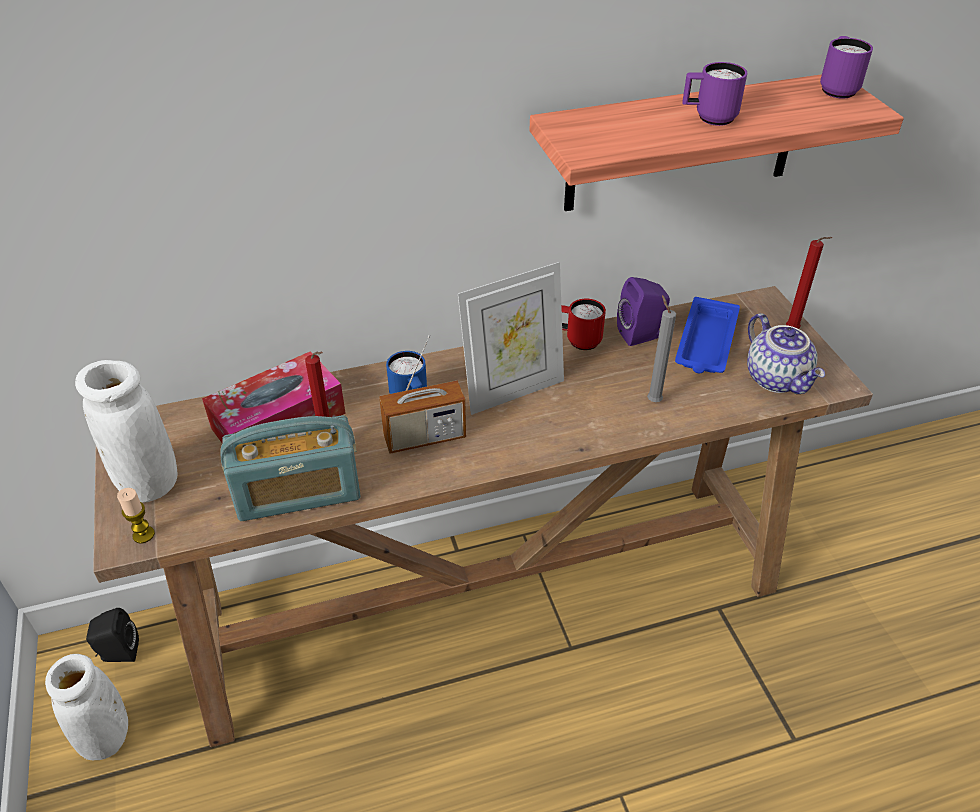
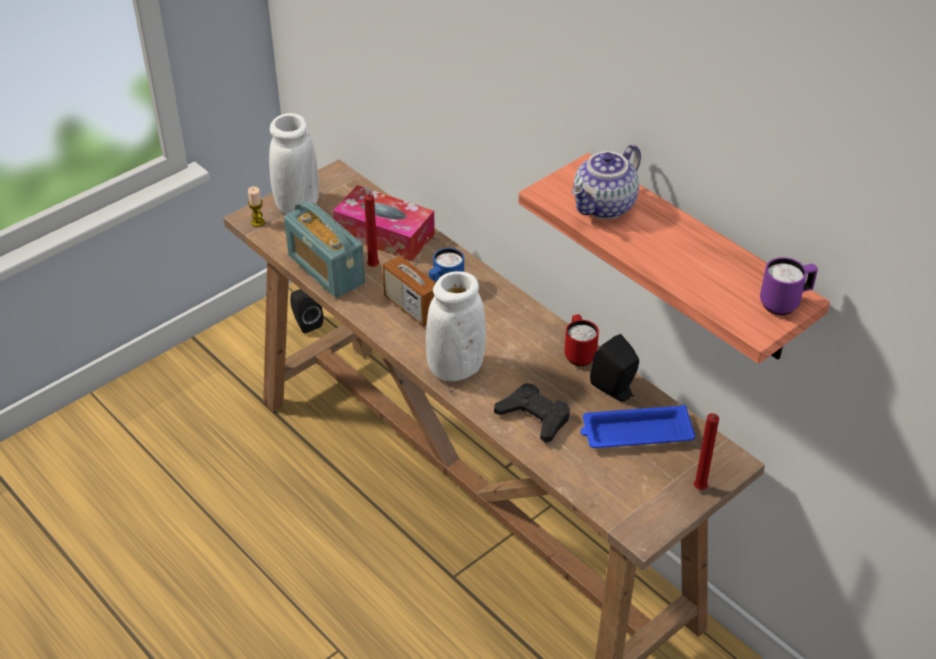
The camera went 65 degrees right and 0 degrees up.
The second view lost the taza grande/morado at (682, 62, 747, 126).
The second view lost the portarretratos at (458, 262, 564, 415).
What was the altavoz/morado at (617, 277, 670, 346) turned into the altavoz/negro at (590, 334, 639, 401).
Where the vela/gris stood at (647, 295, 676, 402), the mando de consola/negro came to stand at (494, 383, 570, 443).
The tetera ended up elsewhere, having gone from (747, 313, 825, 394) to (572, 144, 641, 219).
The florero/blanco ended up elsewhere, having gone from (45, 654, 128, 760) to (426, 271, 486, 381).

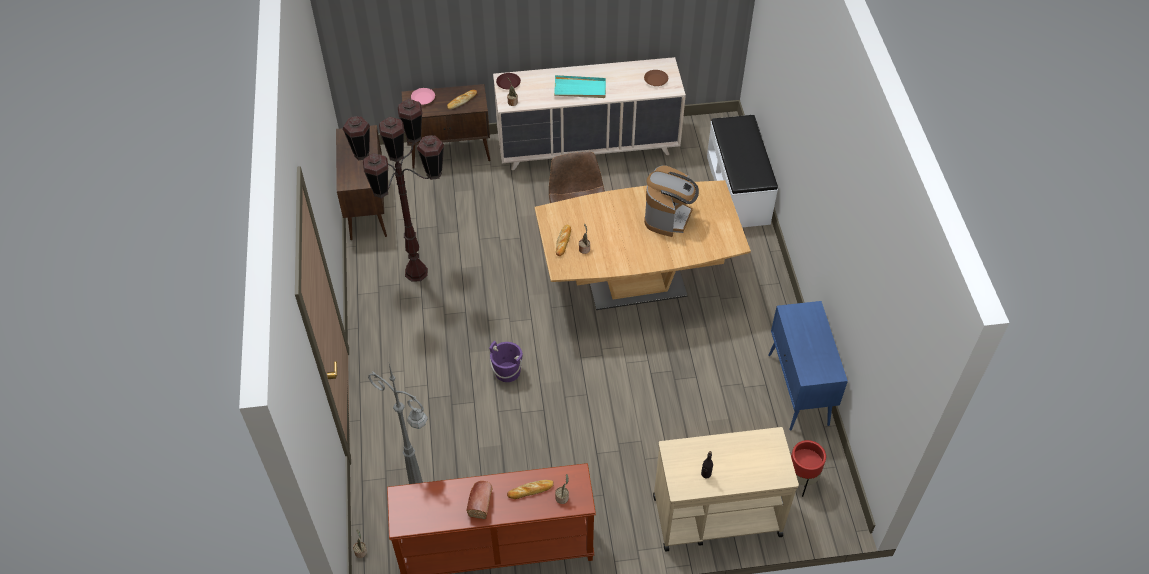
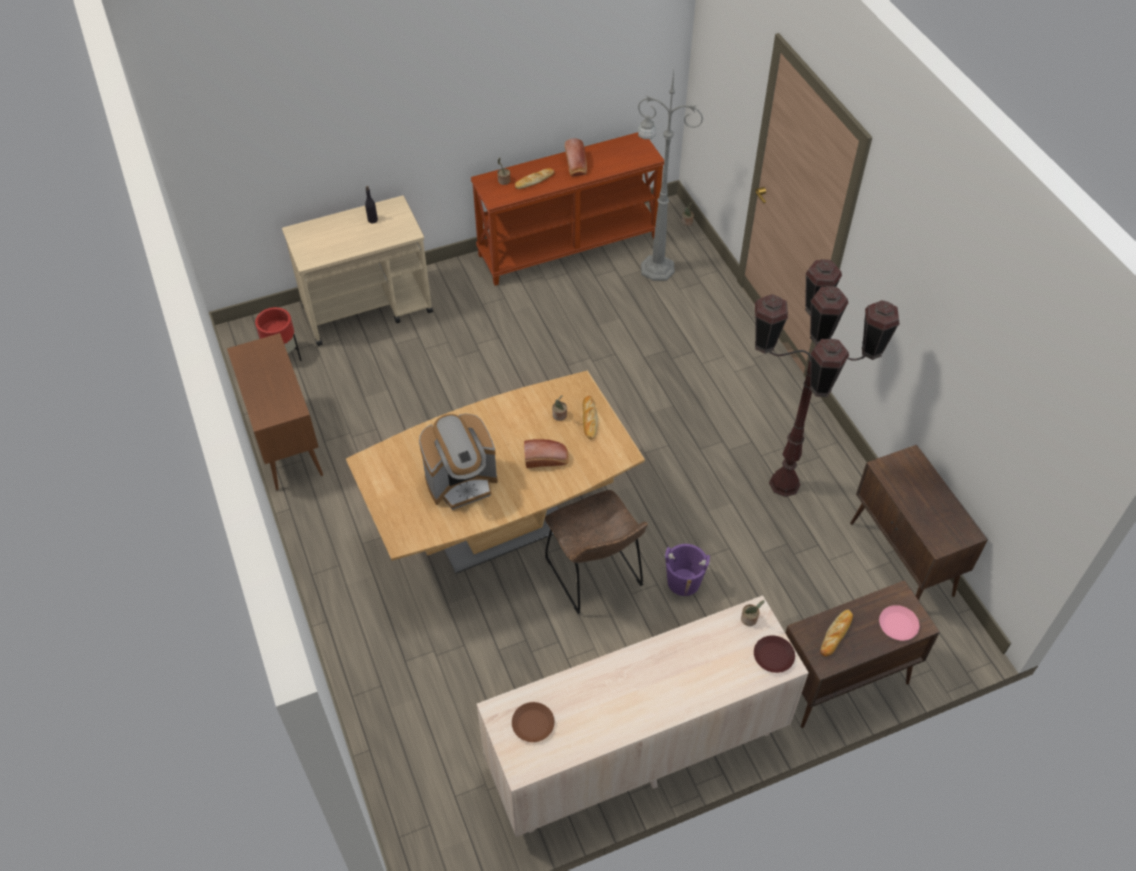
The camera went 165 degrees right and 0 degrees up.
The second view lost the bandeja/turquesa at (554, 75, 606, 98).
The second view lost the banco/blanco at (707, 115, 778, 227).
The cafetera at (644, 165, 699, 237) ended up facing another way, 120 degrees counterclockwise from before.
What was the armario/azul at (768, 301, 848, 430) turned into the armario/marrón at (227, 333, 323, 490).
The cubo/morado ended up elsewhere, having gone from (489, 341, 523, 382) to (664, 544, 711, 596).
The second view gained the pan at (524, 439, 569, 468).

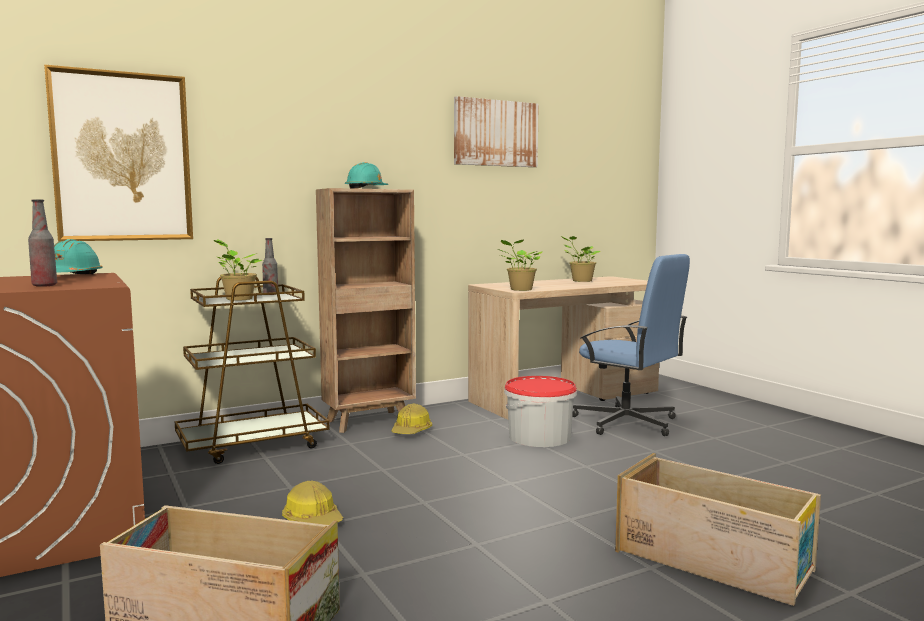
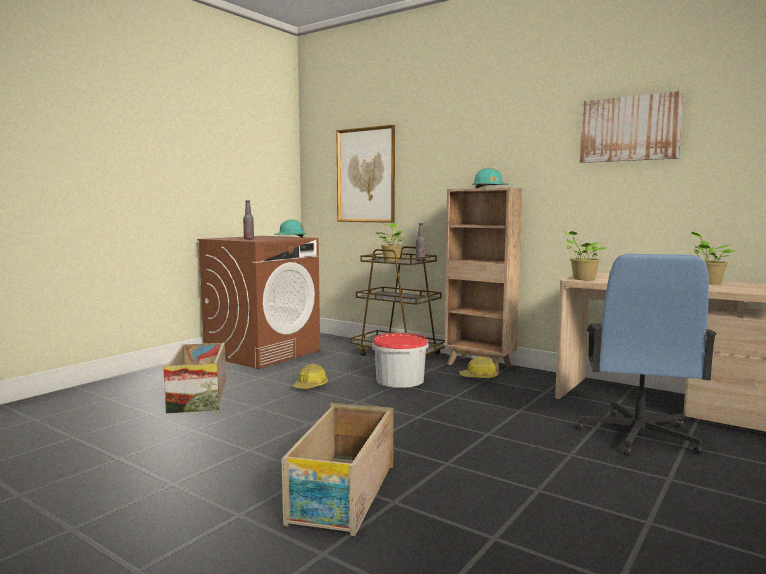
The camera went 65 degrees right and 0 degrees up.
The cubo ended up elsewhere, having gone from (504, 376, 577, 447) to (372, 333, 429, 388).

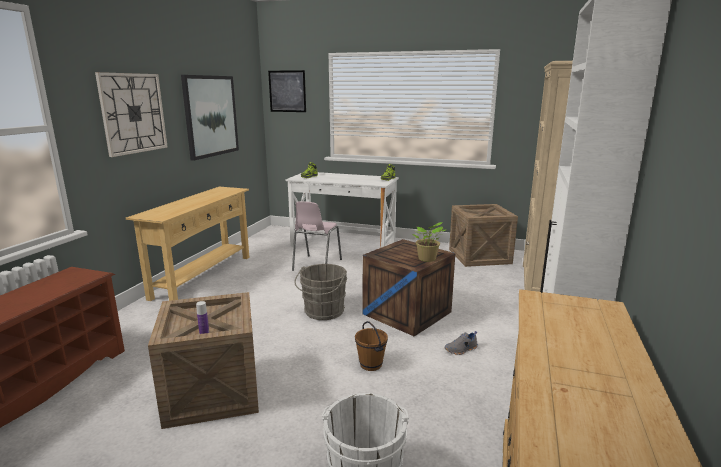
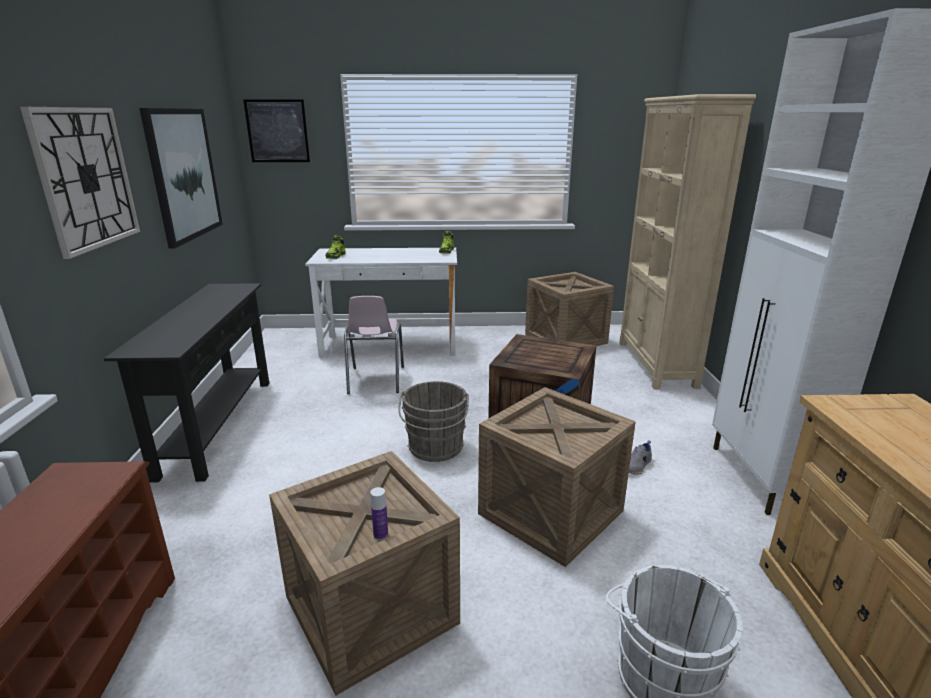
The camera went 20 degrees left and 5 degrees up.
What was the mesa consola/beis at (126, 187, 249, 301) turned into the mesa consola/negro at (104, 283, 269, 483).
The second view lost the planta en maceta at (412, 222, 446, 262).
Where the cubo/marrón stood at (355, 321, 388, 371), the caja de embalaje came to stand at (478, 387, 636, 567).

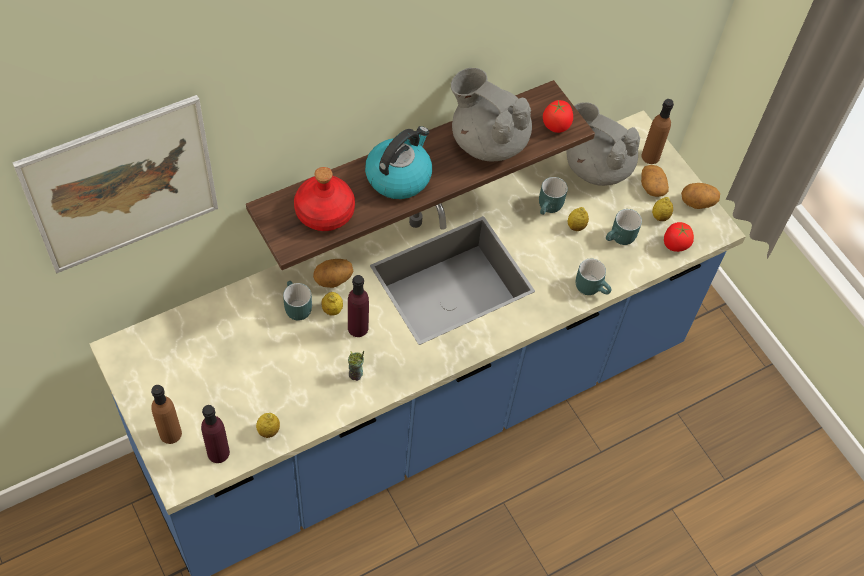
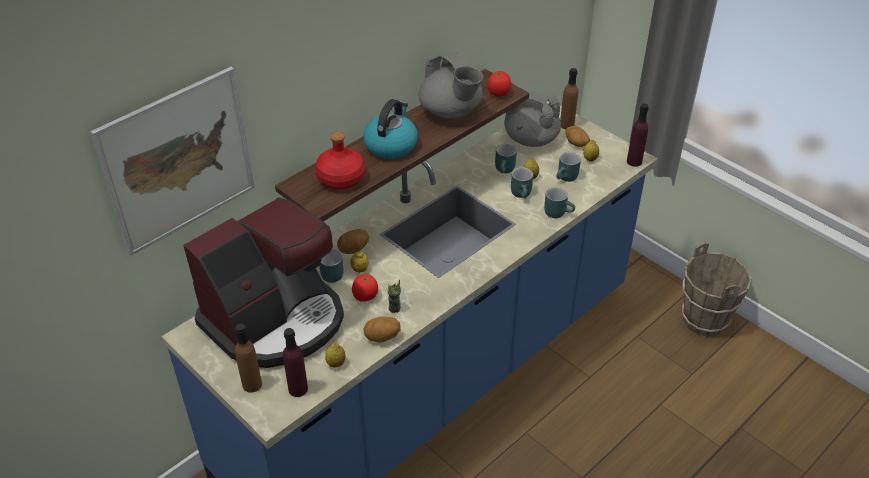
The camera went 10 degrees left and 15 degrees down.
The tetera/gris at (451, 68, 532, 162) ended up facing another way, 150 degrees counterclockwise from before.
The patata ended up elsewhere, having gone from (681, 183, 720, 209) to (363, 317, 401, 343).
The tomate ended up elsewhere, having gone from (664, 222, 694, 252) to (352, 274, 378, 302).
The botella/morado ended up elsewhere, having gone from (348, 275, 369, 337) to (627, 104, 649, 167).
The second view gained the taza grande/turquesa at (511, 167, 533, 198).
The second view gained the cafetera at (183, 197, 344, 368).
The second view gained the cubo/marrón at (682, 242, 752, 337).

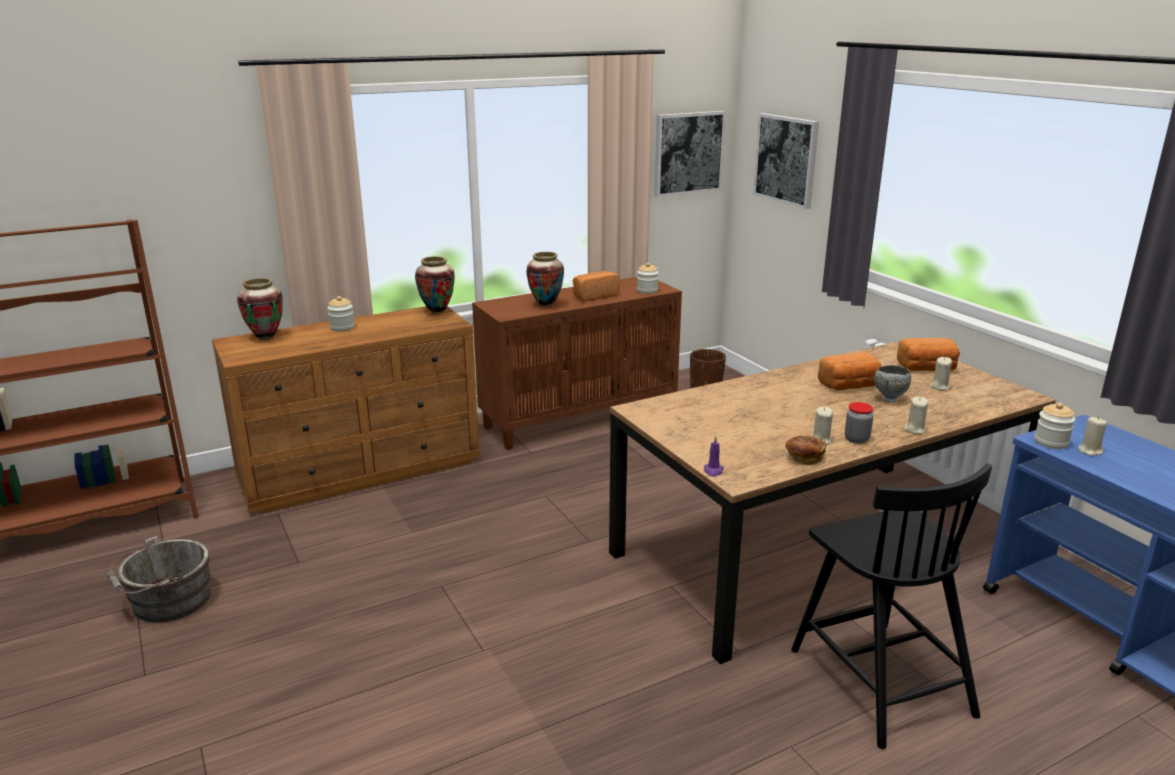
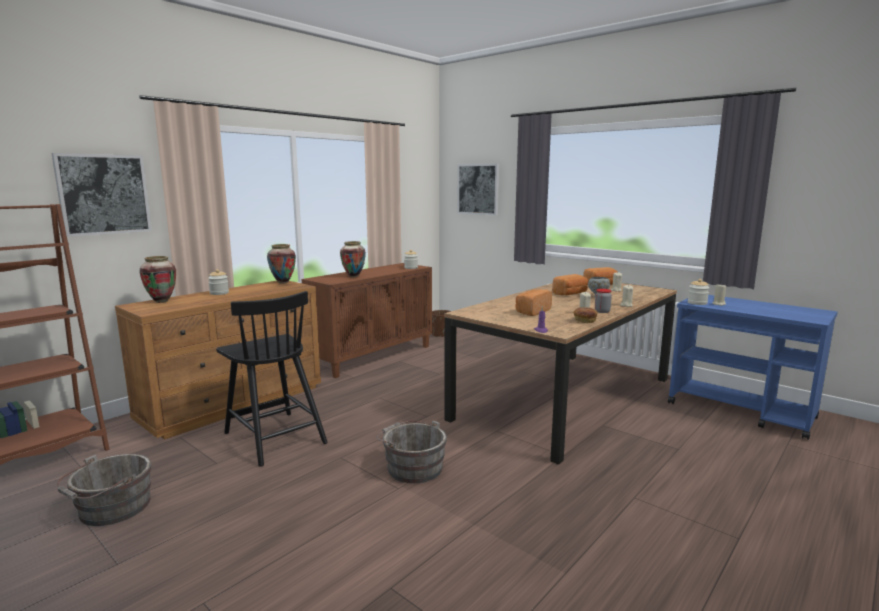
The camera went 20 degrees left and 10 degrees down.
The cuadro ended up elsewhere, having gone from (654, 111, 726, 197) to (51, 153, 152, 237).
The pan ended up elsewhere, having gone from (573, 271, 620, 301) to (515, 289, 552, 316).
The silla/negro ended up elsewhere, having gone from (791, 463, 992, 749) to (216, 291, 328, 467).
The second view gained the cubo/gris at (376, 420, 447, 483).

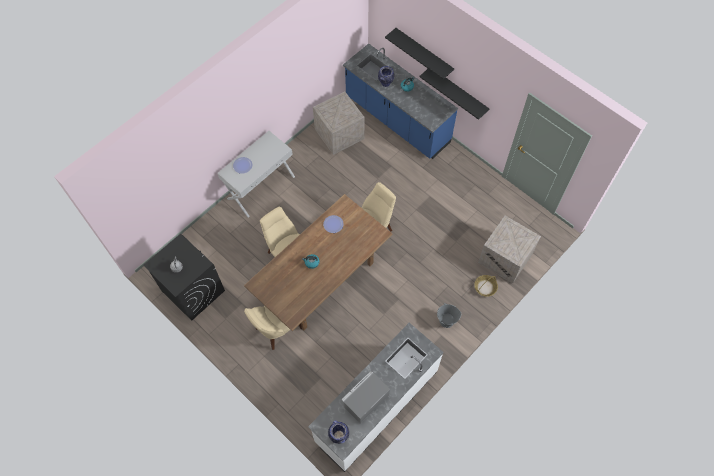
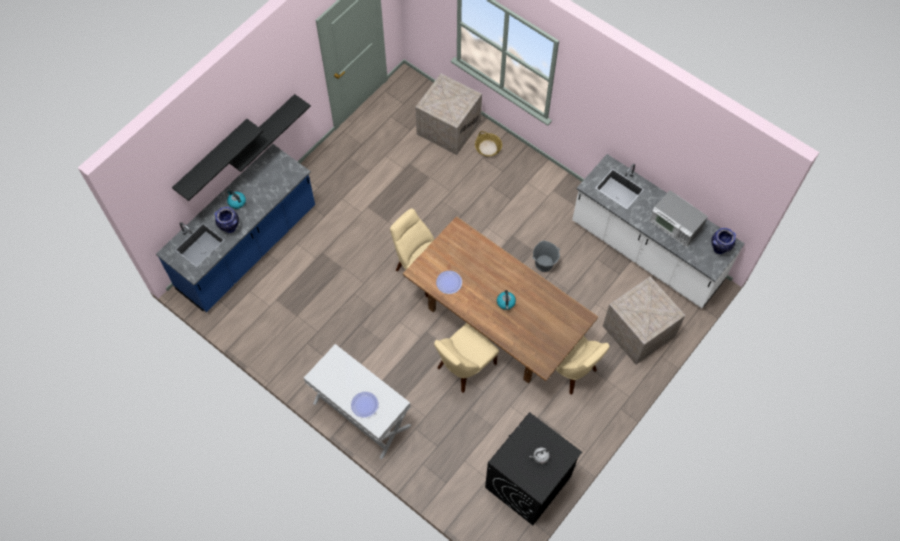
The camera went 95 degrees left and 0 degrees up.
The caja de embalaje ended up elsewhere, having gone from (313, 91, 365, 155) to (603, 276, 686, 365).
The cubo/gris ended up elsewhere, having gone from (437, 303, 461, 328) to (533, 241, 560, 272).

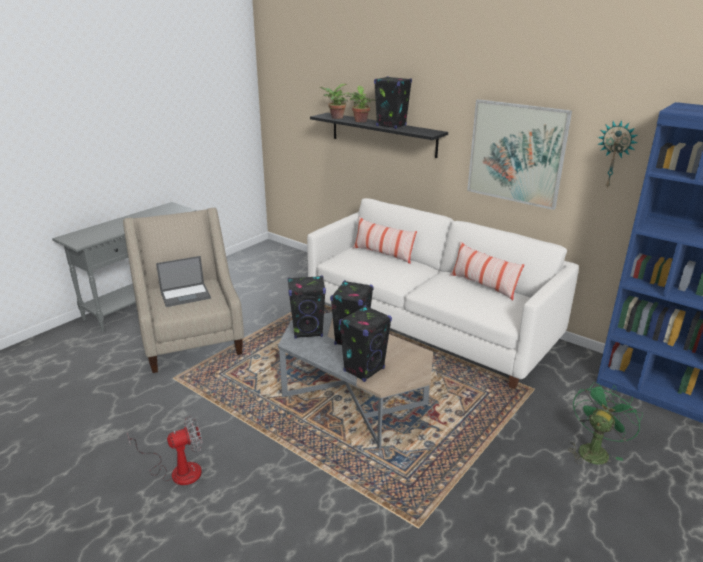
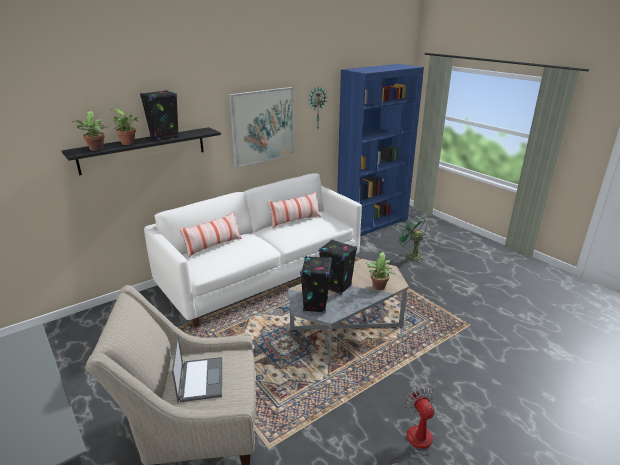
The camera went 75 degrees left and 0 degrees up.
Where the altavoz/negro stood at (339, 305, 392, 382), the planta en maceta came to stand at (365, 252, 395, 290).

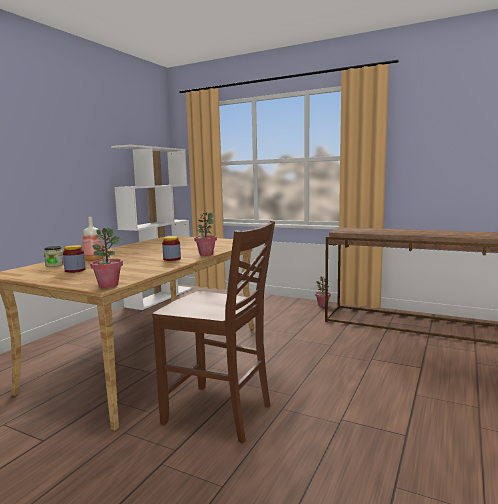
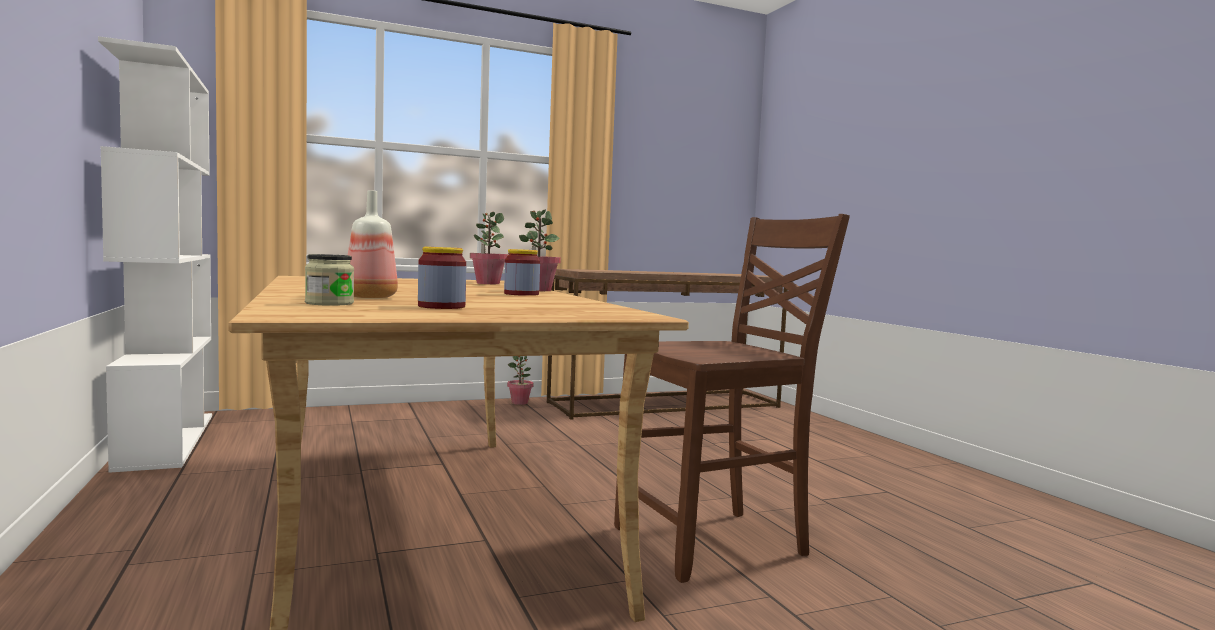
The camera went 50 degrees left and 5 degrees down.
The planta en maceta ended up elsewhere, having gone from (90, 228, 123, 288) to (470, 212, 508, 284).

